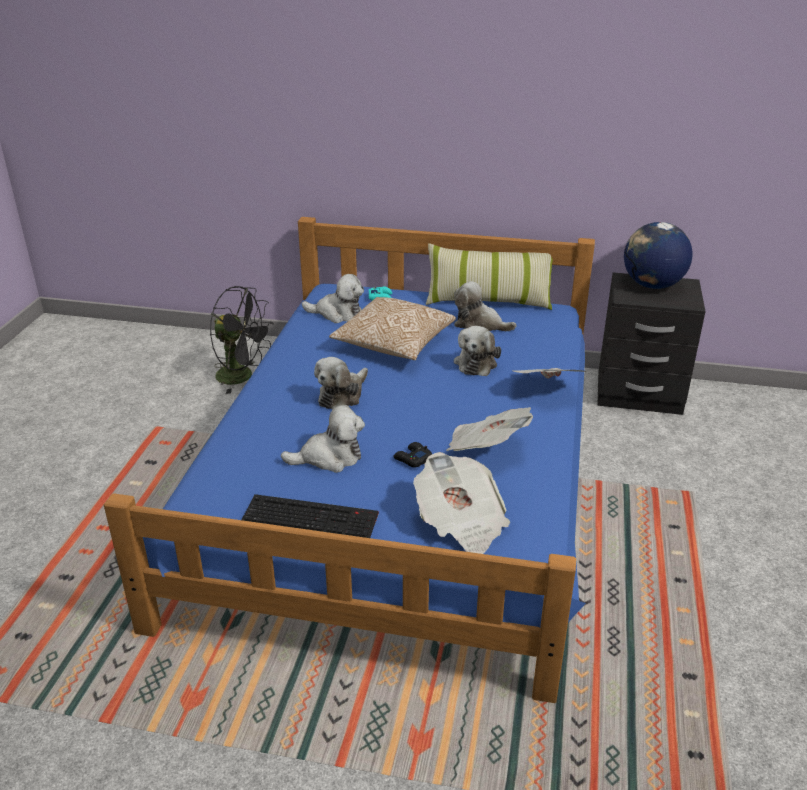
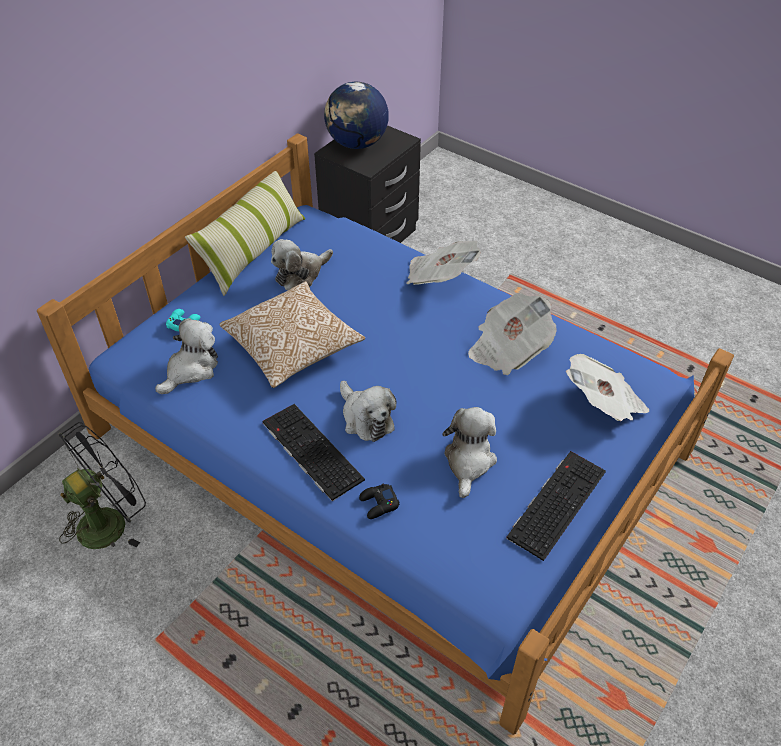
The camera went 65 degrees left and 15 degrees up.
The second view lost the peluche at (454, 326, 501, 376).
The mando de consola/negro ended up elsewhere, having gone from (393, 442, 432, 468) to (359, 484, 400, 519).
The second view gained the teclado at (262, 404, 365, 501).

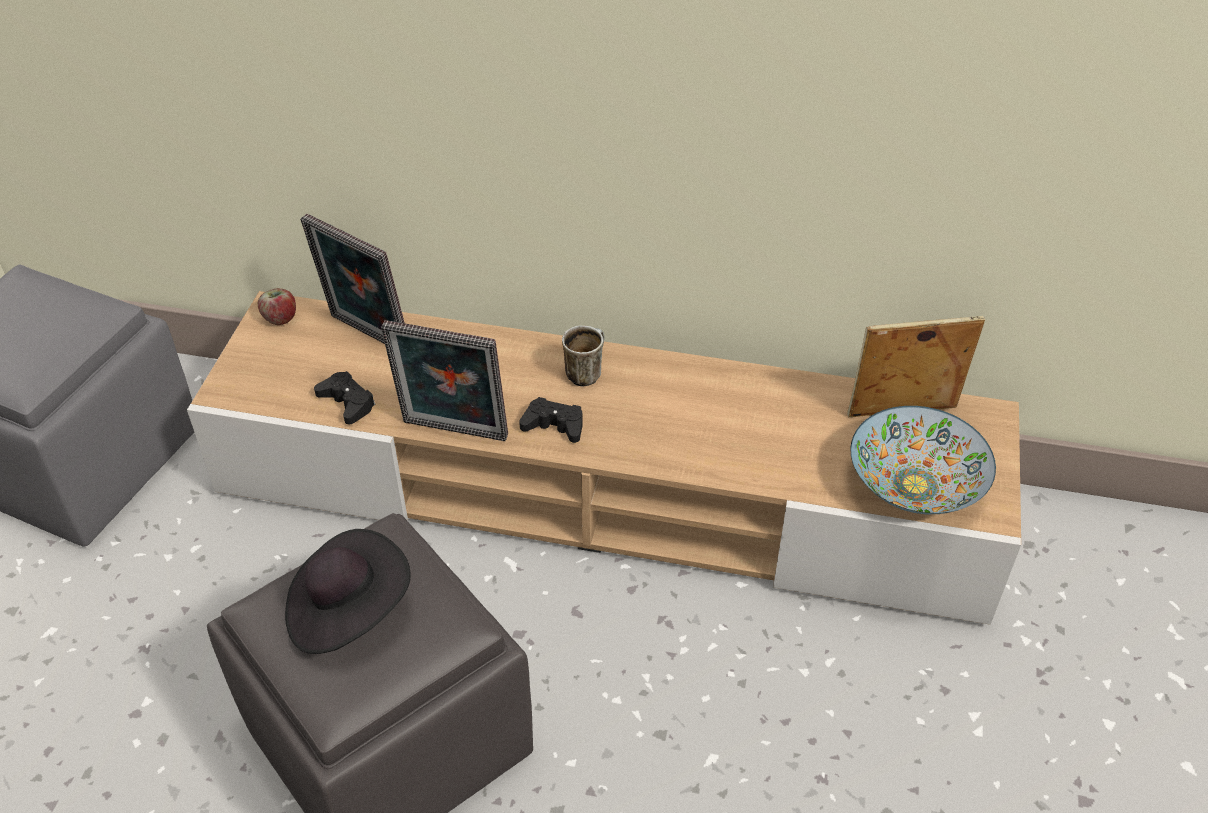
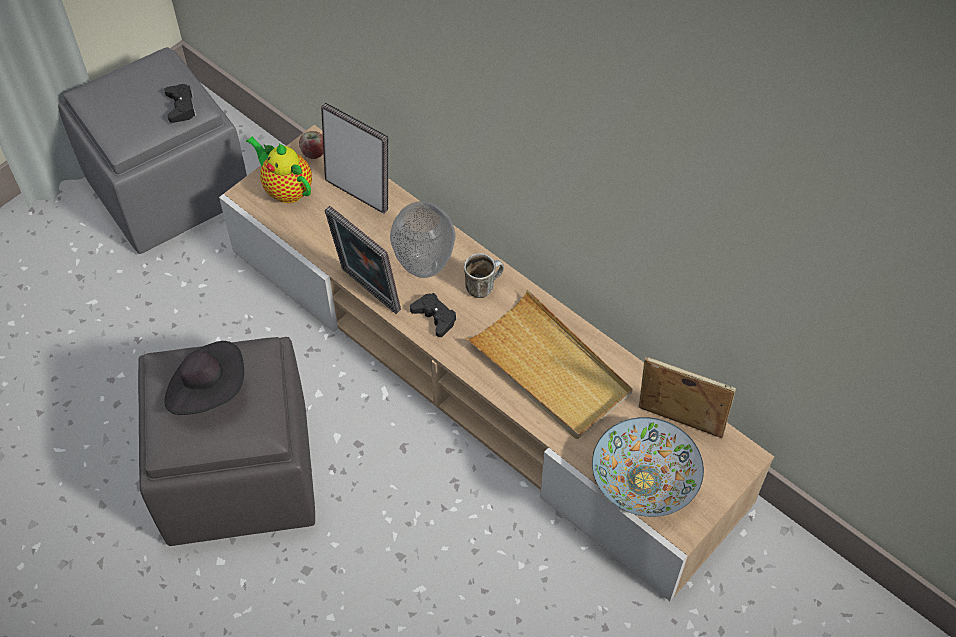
The camera went 30 degrees right and 10 degrees up.
The portarretratos at (300, 213, 405, 344) ended up facing another way, 150 degrees clockwise from before.
The mando de consola/negro ended up elsewhere, having gone from (314, 371, 376, 424) to (164, 84, 197, 123).
The second view gained the tetera at (246, 136, 312, 203).
The second view gained the florero at (390, 201, 456, 278).
The second view gained the bandeja/beis at (466, 290, 632, 439).

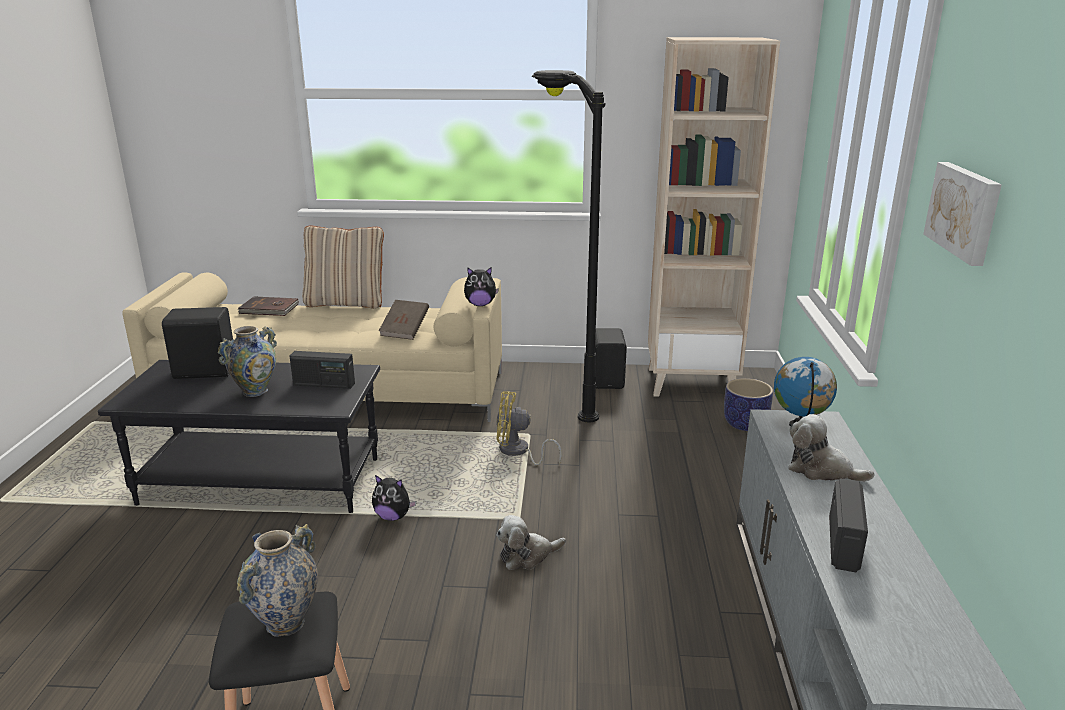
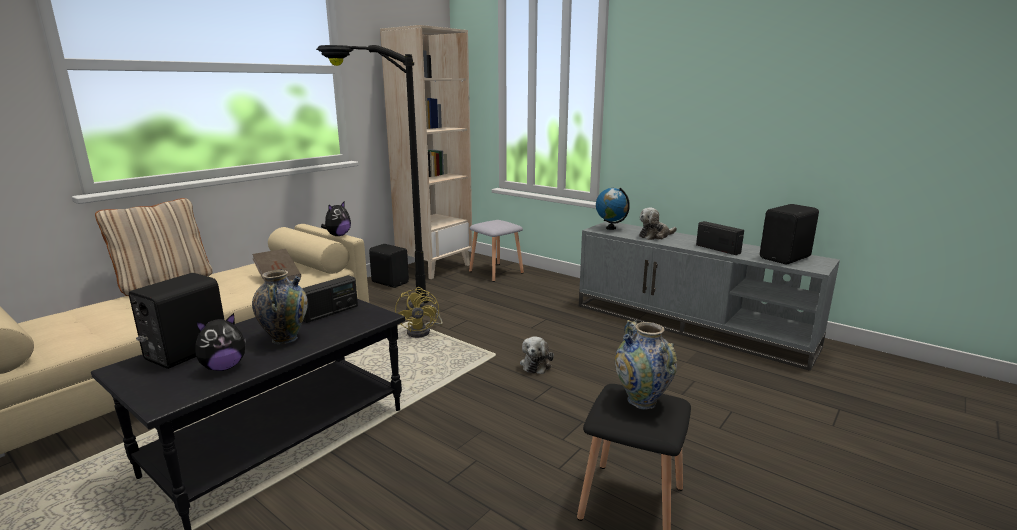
The camera went 55 degrees left and 5 degrees down.
The second view lost the cuadro at (923, 162, 1002, 266).
The second view lost the libro/marrón at (238, 296, 299, 316).
Where the maceta stood at (724, 378, 773, 431), the taburete/gris came to stand at (469, 220, 524, 282).
The ventilador/amarillo at (497, 391, 562, 465) ended up facing another way, 45 degrees counterclockwise from before.
The peluche ended up elsewhere, having gone from (372, 475, 416, 521) to (196, 313, 246, 371).
The second view gained the altavoz/negro at (760, 204, 819, 264).

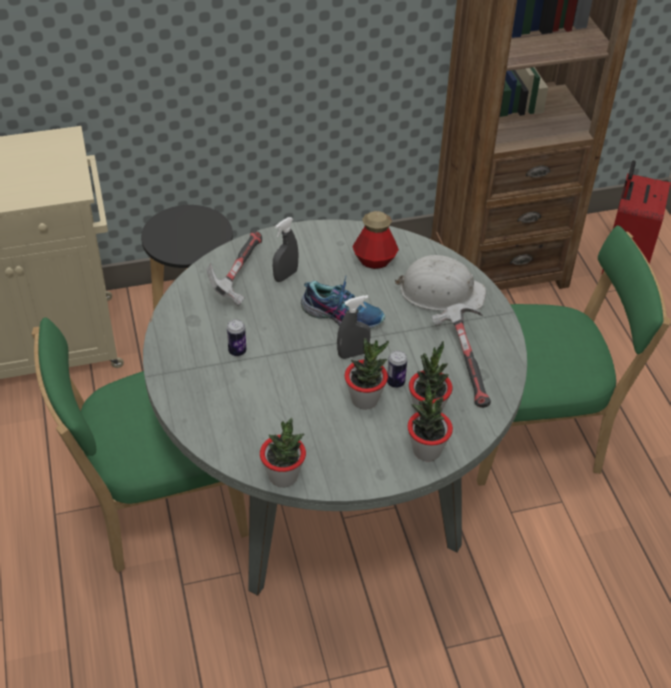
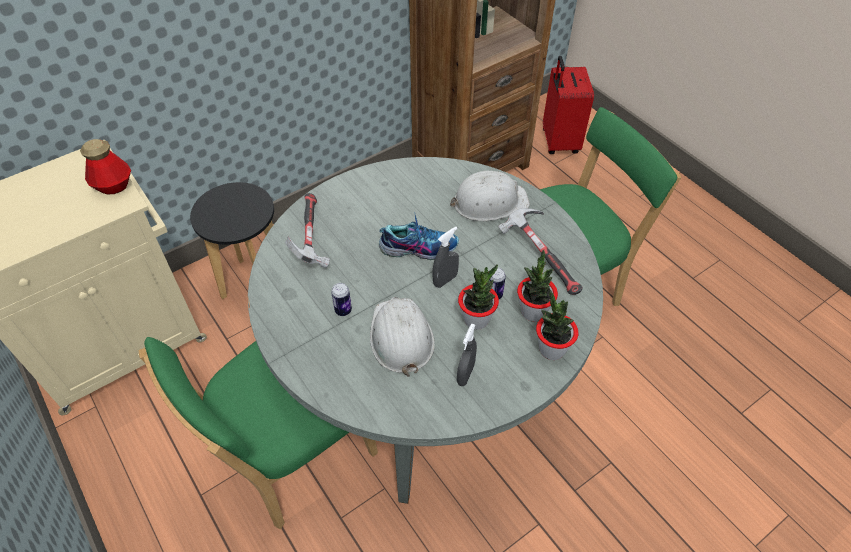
The camera went 20 degrees left and 5 degrees up.
The botella ended up elsewhere, having gone from (352, 211, 399, 269) to (80, 139, 131, 194).
The pulverizador/gris ended up elsewhere, having gone from (273, 217, 299, 282) to (457, 323, 477, 386).
The second view lost the planta en maceta at (260, 418, 306, 488).
The second view gained the casco/blanco at (370, 297, 435, 377).

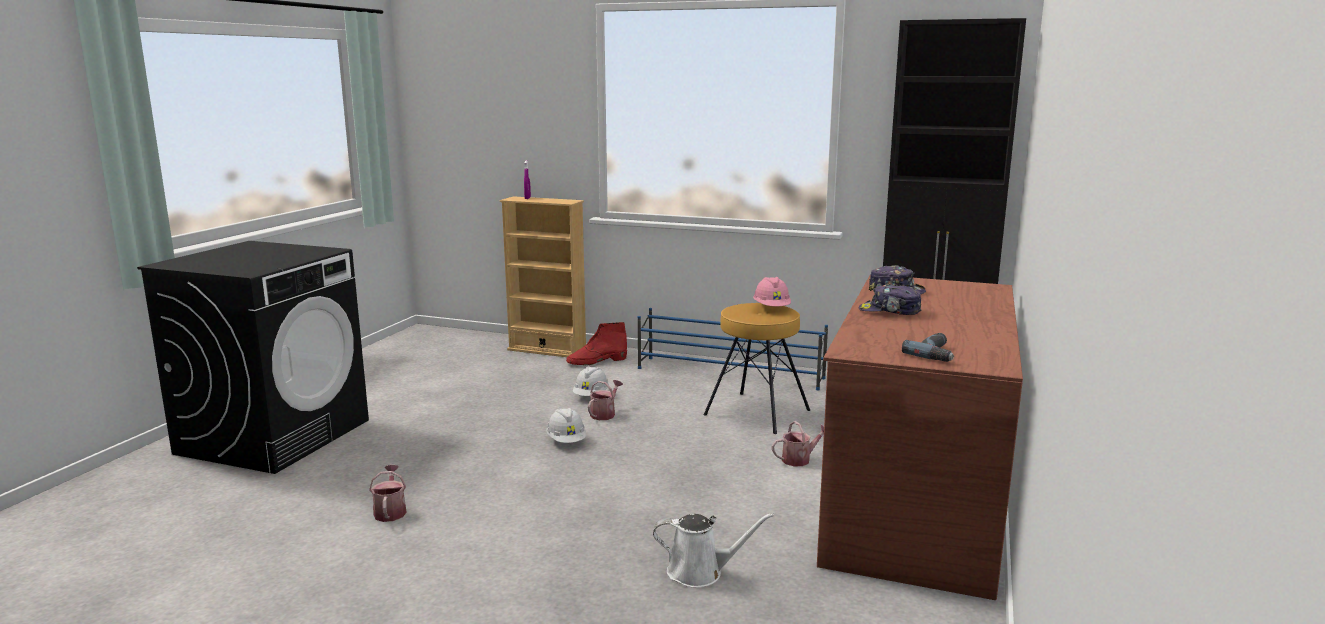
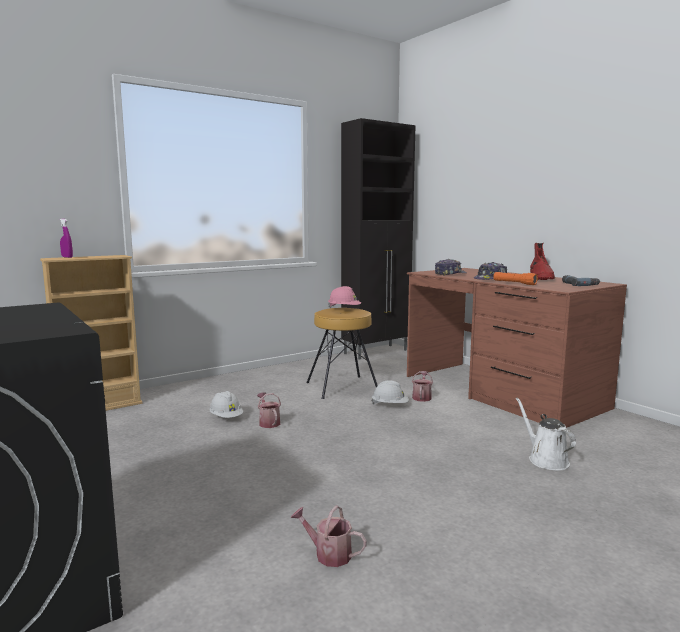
The camera went 55 degrees left and 5 degrees down.
The second view lost the zapatero/azul at (638, 308, 828, 390).
The bota/rojo ended up elsewhere, having gone from (566, 322, 627, 366) to (530, 243, 555, 280).
The casco/blanco ended up elsewhere, having gone from (546, 408, 586, 443) to (371, 381, 409, 404).
The regadera/blanco at (653, 513, 774, 588) ended up facing another way, 60 degrees counterclockwise from before.
The second view gained the linterna/naranja at (493, 272, 538, 285).

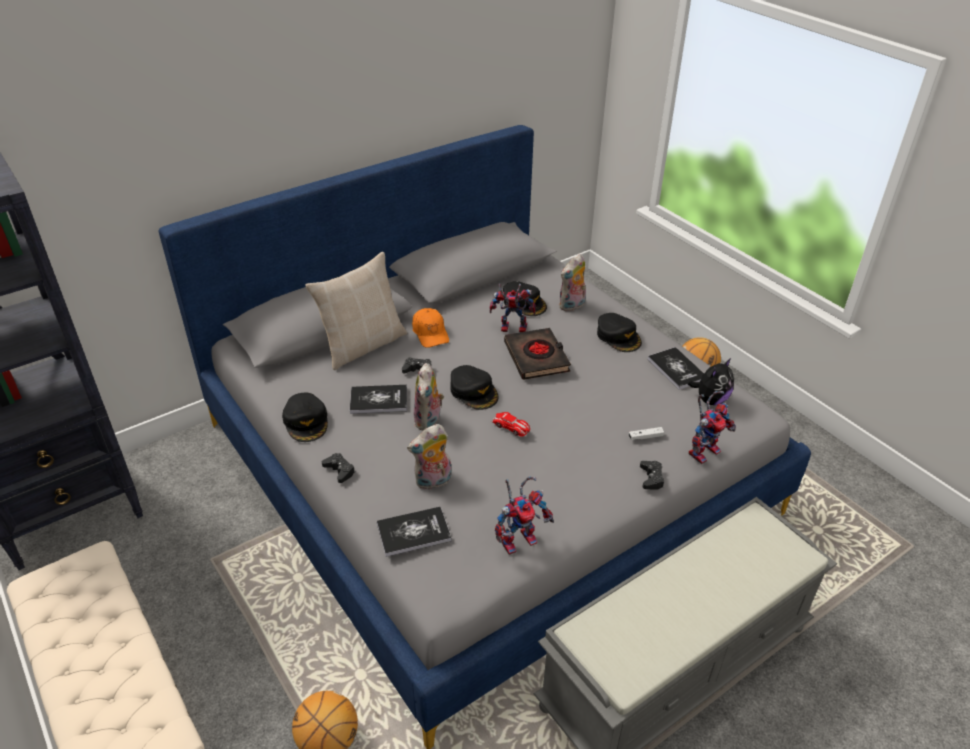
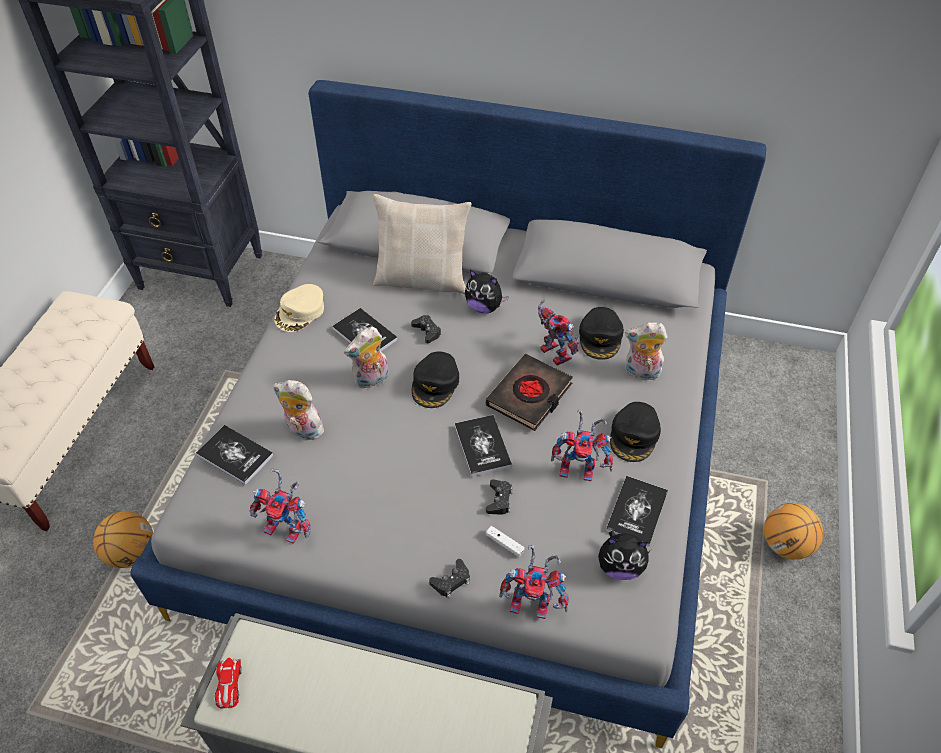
The camera went 50 degrees right and 10 degrees up.
Where the gorra/naranja stood at (412, 308, 449, 348), the peluche came to stand at (465, 269, 509, 313).
What was the gorra/negro at (282, 393, 328, 442) turned into the gorra/beis at (274, 284, 324, 332).
The coche de juguete ended up elsewhere, having gone from (492, 412, 530, 437) to (215, 658, 242, 709).
The mando de consola/negro ended up elsewhere, having gone from (322, 453, 355, 483) to (486, 479, 513, 515).
The second view gained the robot de juguete at (551, 410, 613, 481).
The second view gained the libro at (455, 415, 512, 477).

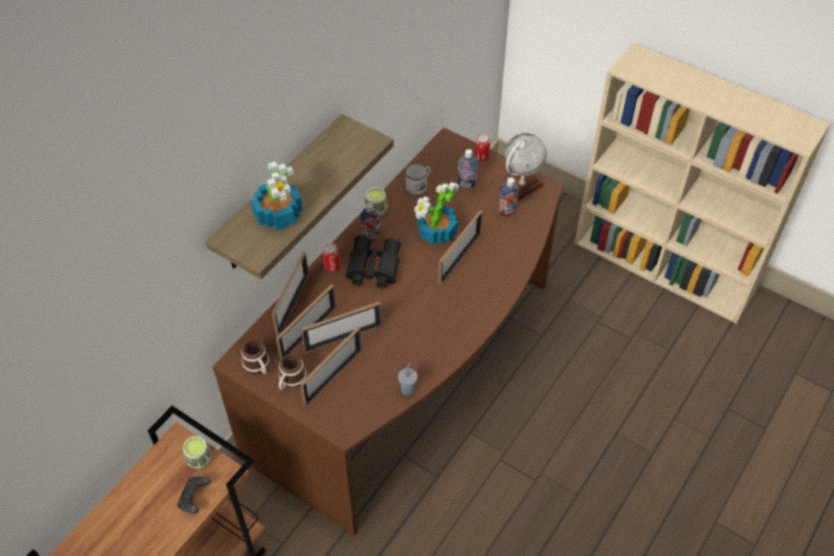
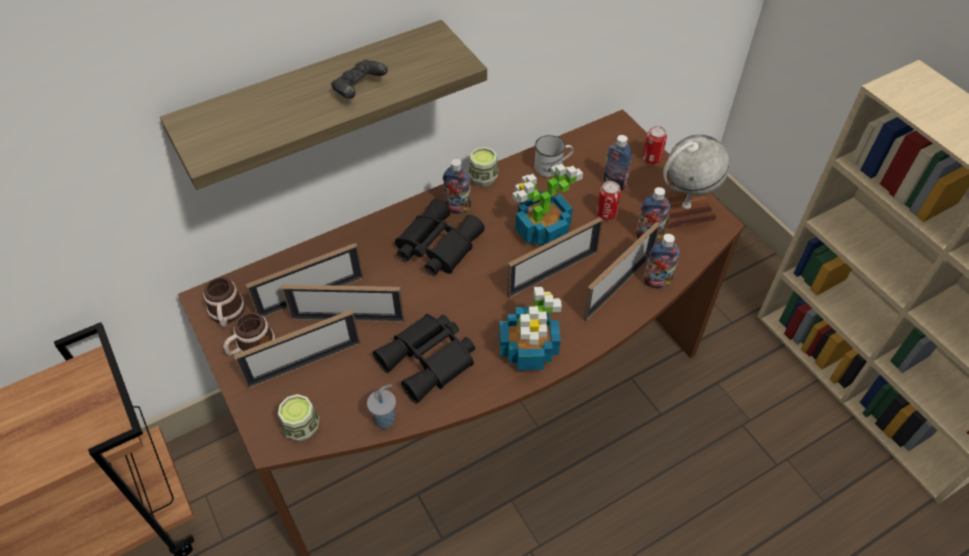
The camera went 25 degrees right and 0 degrees up.
The planta en maceta ended up elsewhere, having gone from (250, 161, 303, 230) to (499, 287, 562, 370).
The lata ended up elsewhere, having gone from (323, 243, 340, 272) to (597, 181, 621, 220).
The portarretratos ended up elsewhere, having gone from (272, 251, 309, 336) to (582, 222, 660, 321).
The taza ended up elsewhere, having gone from (183, 436, 212, 469) to (278, 394, 319, 441).
The mando de consola/negro ended up elsewhere, having gone from (177, 476, 211, 514) to (331, 60, 388, 99).
The second view gained the botella at (643, 234, 680, 288).
The second view gained the prismáticos/negro at (373, 314, 475, 404).

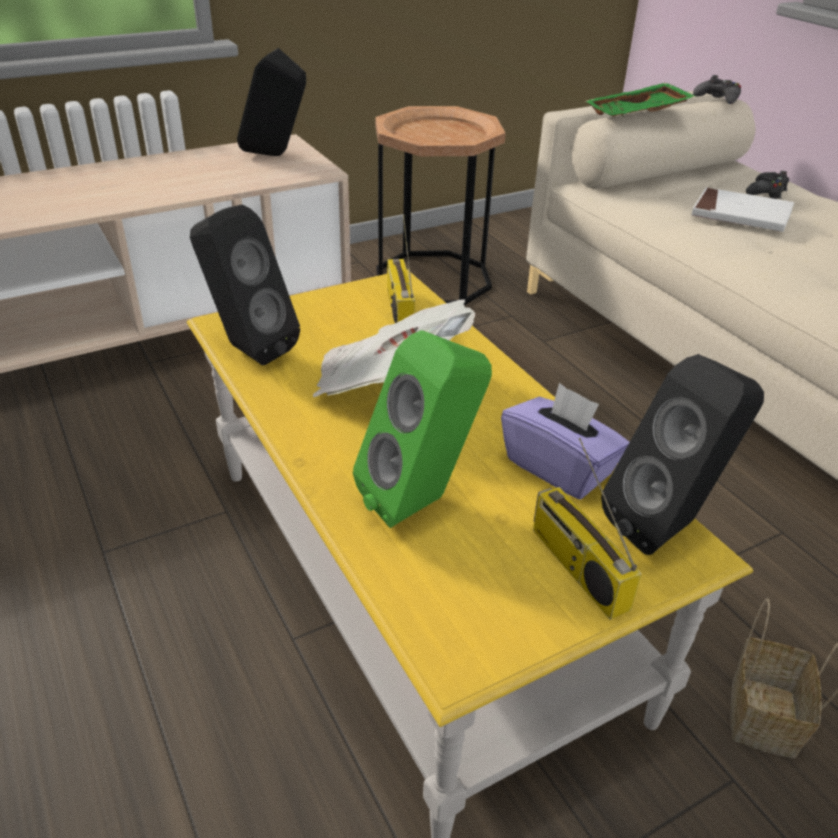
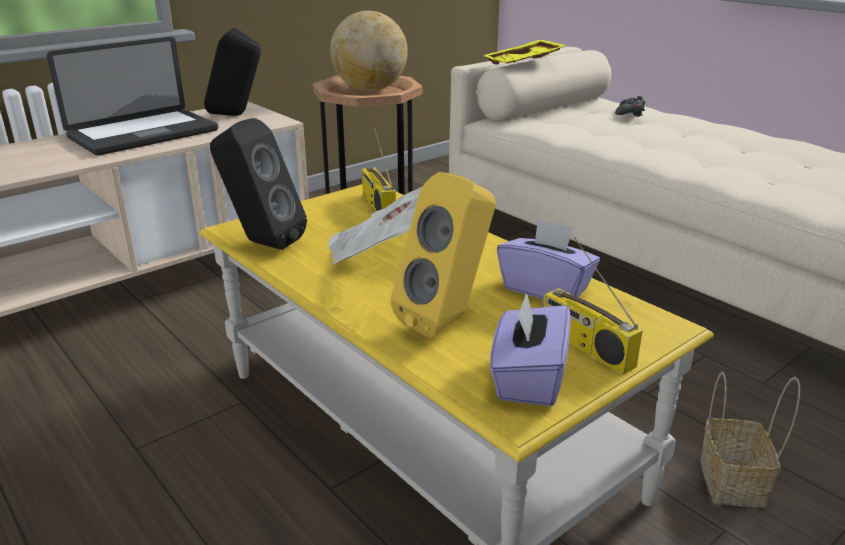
The camera went 10 degrees left and 10 degrees down.
The second view lost the mando de consola/negro at (693, 75, 741, 104).
What was the bandeja/verde at (585, 83, 697, 117) turned into the bandeja/amarillo at (484, 40, 567, 64).
The second view lost the libro/blanco at (692, 187, 794, 232).
What was the altavoz/verde at (353, 330, 492, 528) turned into the altavoz/amarillo at (390, 172, 496, 338).
The second view lost the altavoz/negro at (601, 354, 764, 555).
The second view gained the globo terráqueo at (330, 11, 408, 91).
The second view gained the portátil at (47, 37, 218, 155).
The second view gained the caja de pañuelos/morado at (490, 292, 571, 407).

